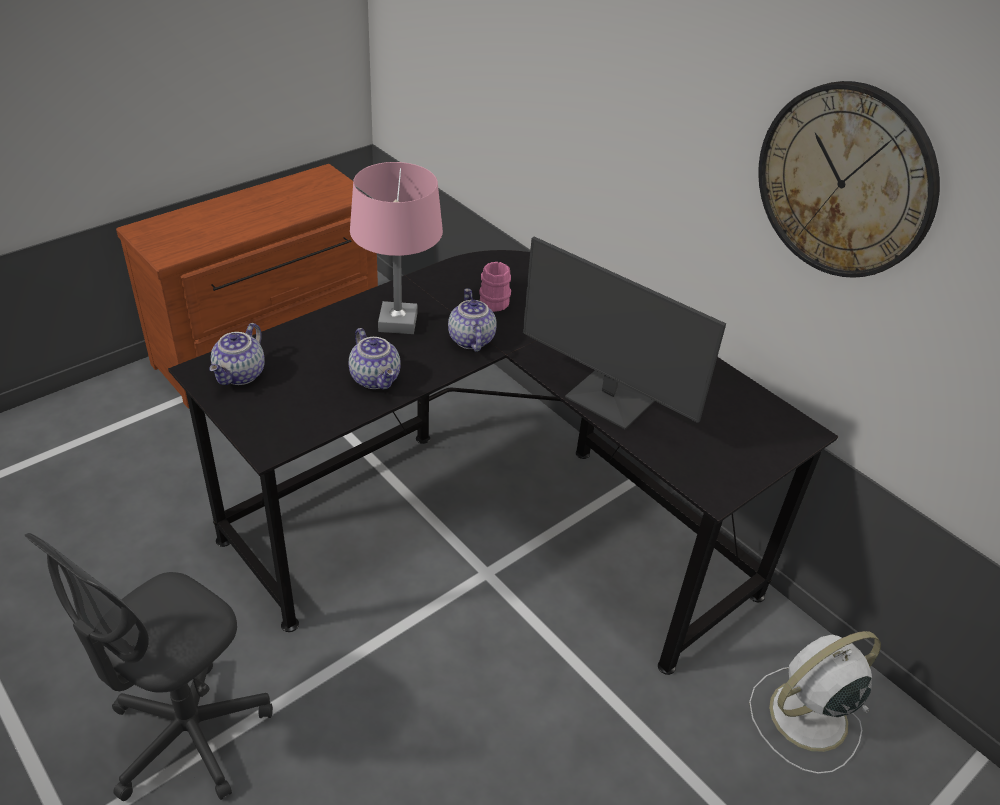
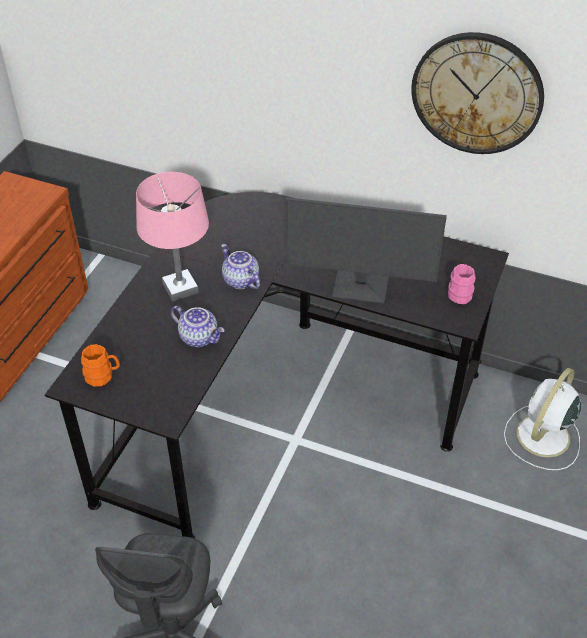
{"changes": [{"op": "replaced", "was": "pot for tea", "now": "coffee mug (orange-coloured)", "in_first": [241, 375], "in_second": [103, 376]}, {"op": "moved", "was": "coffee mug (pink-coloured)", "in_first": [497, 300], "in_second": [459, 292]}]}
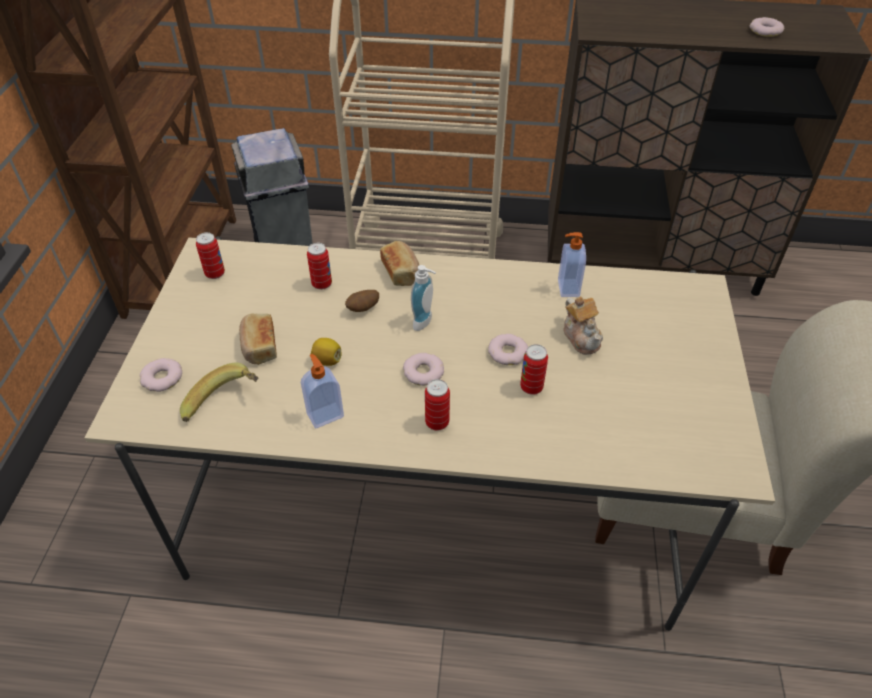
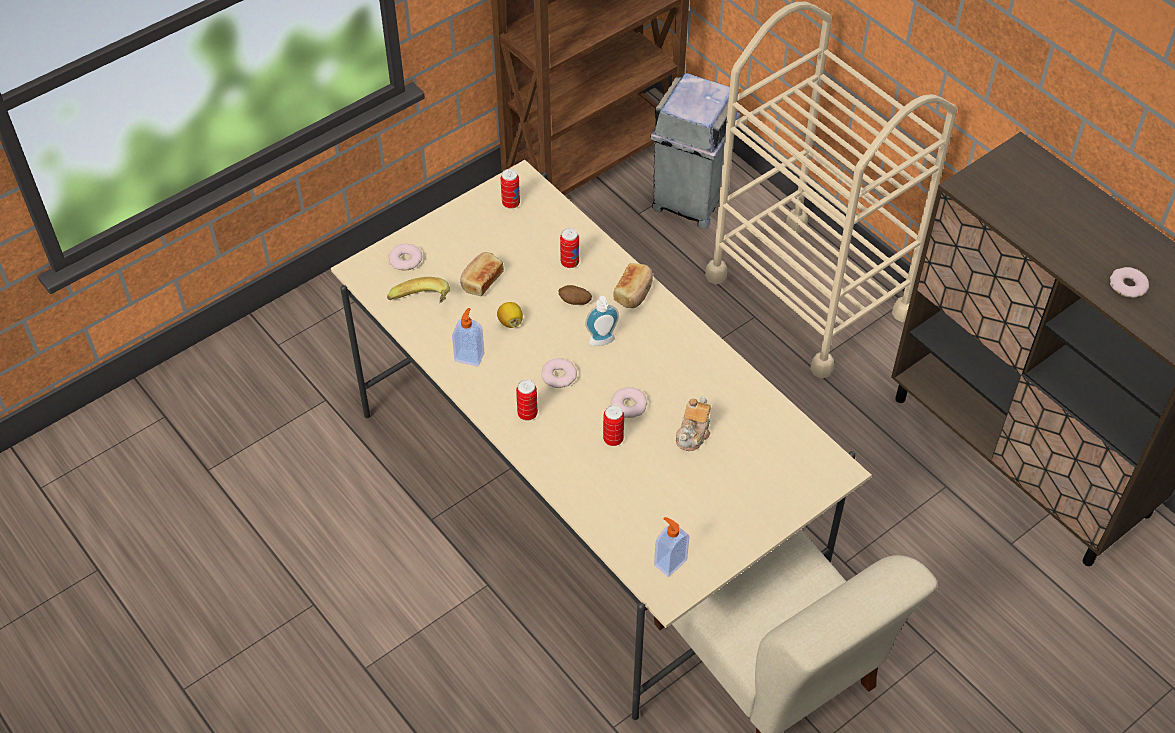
{"changes": [{"op": "moved", "was": "liquid soap bottle", "in_first": [567, 288], "in_second": [669, 562]}]}
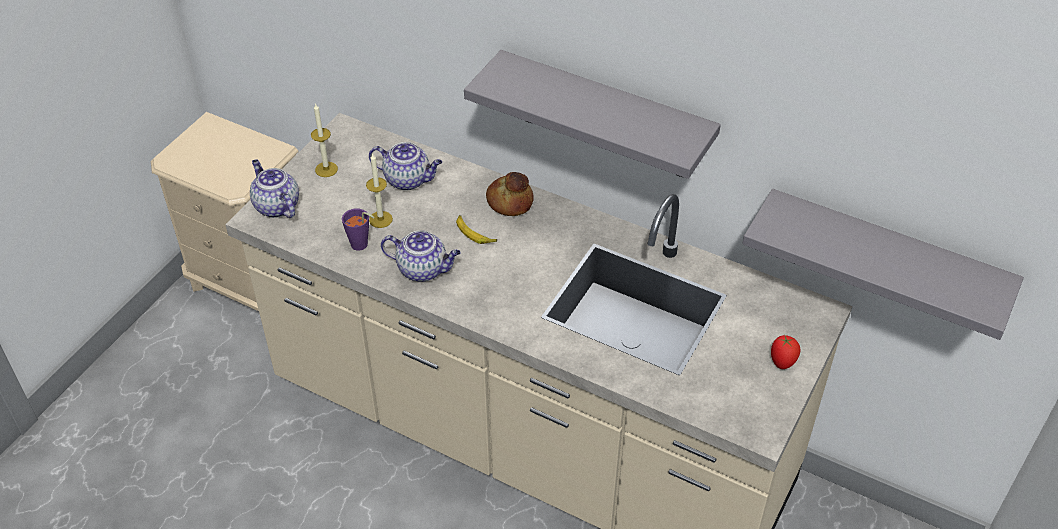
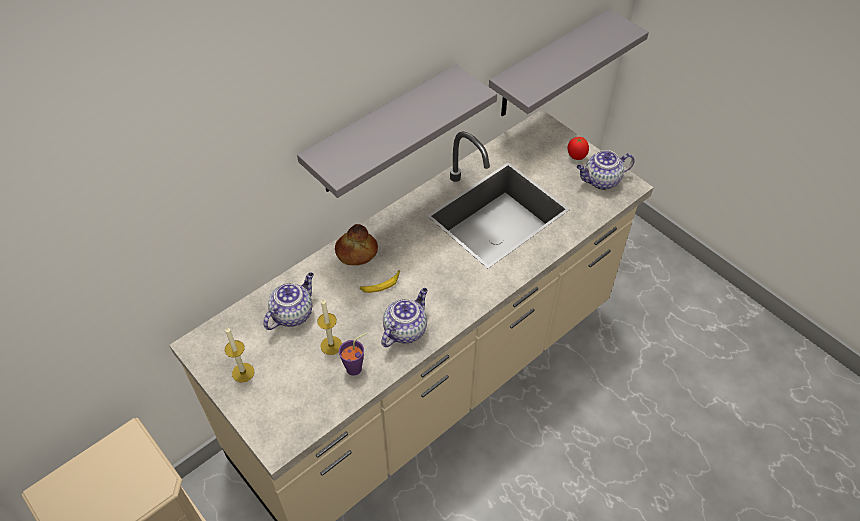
{"changes": [{"op": "moved", "was": "pot for tea", "in_first": [276, 206], "in_second": [601, 181]}]}
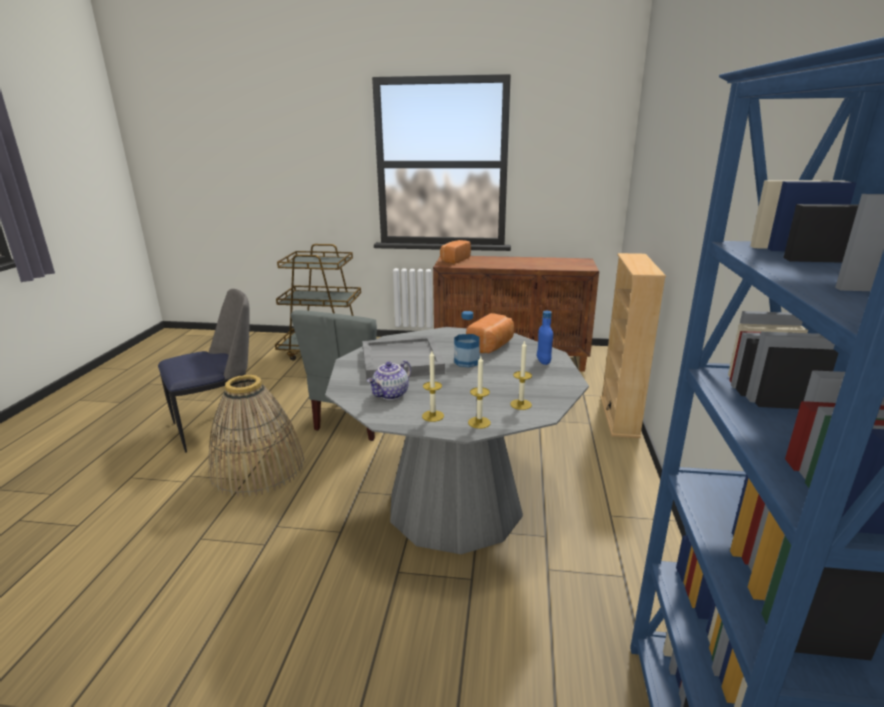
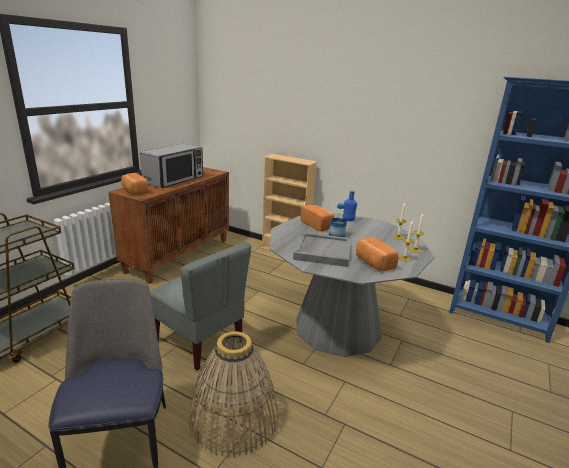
{"changes": [{"op": "added", "now": "microwave oven", "in_second": [174, 180]}, {"op": "replaced", "was": "pot for tea", "now": "baked bread", "in_first": [391, 395], "in_second": [373, 263]}]}
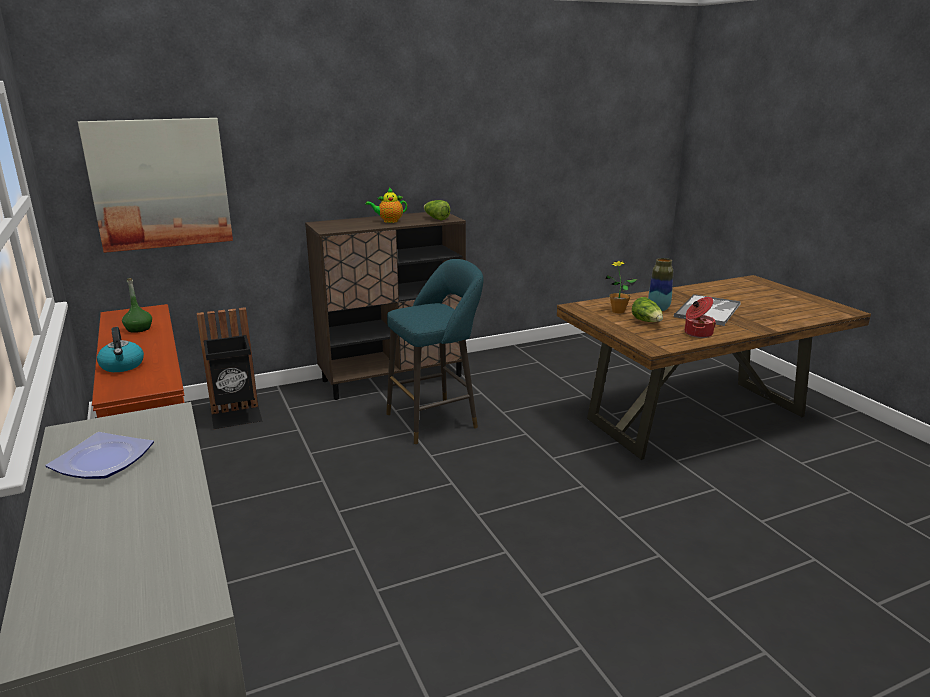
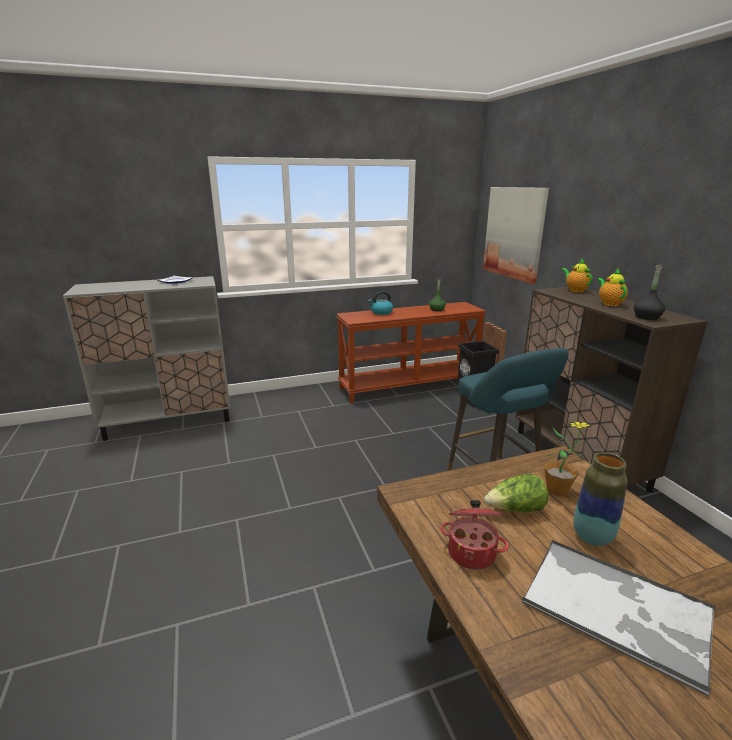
{"changes": [{"op": "added", "now": "pot for tea", "in_second": [575, 290]}, {"op": "replaced", "was": "head of lettuce", "now": "beverage bottle (black)", "in_first": [436, 218], "in_second": [646, 317]}]}
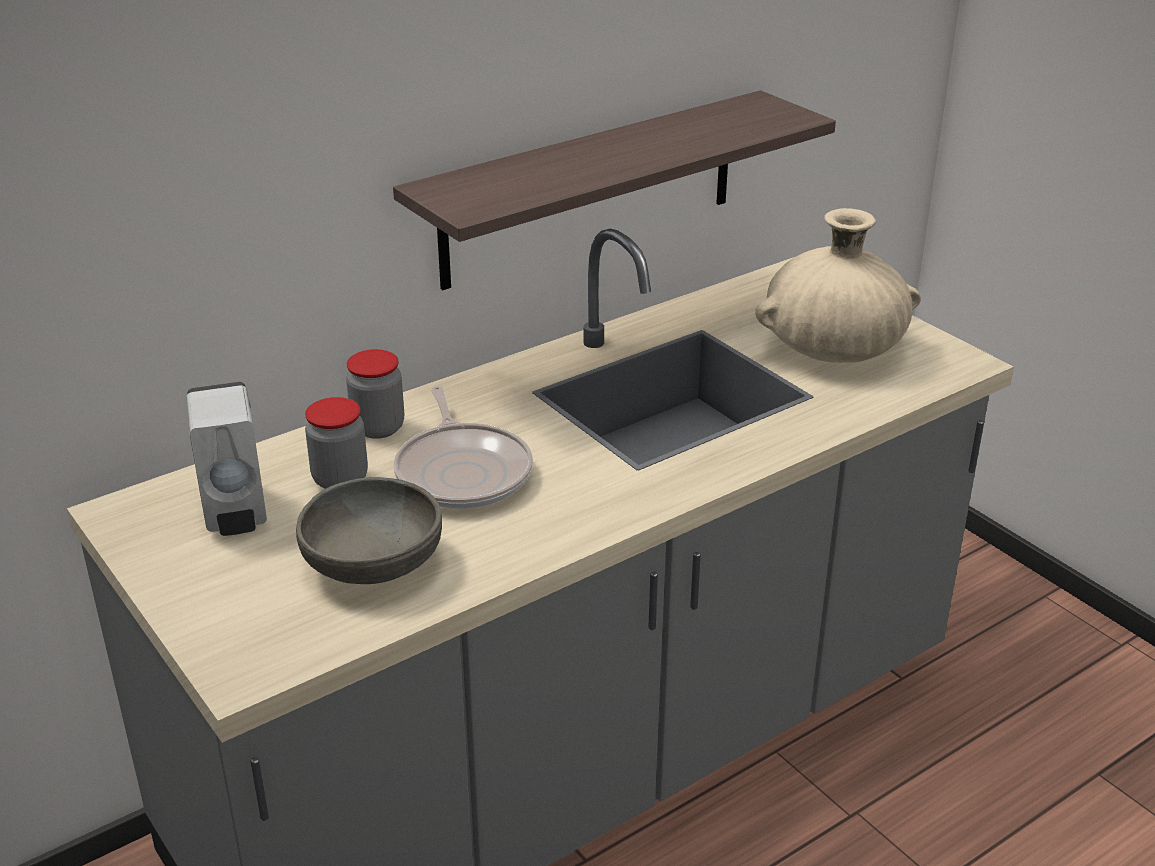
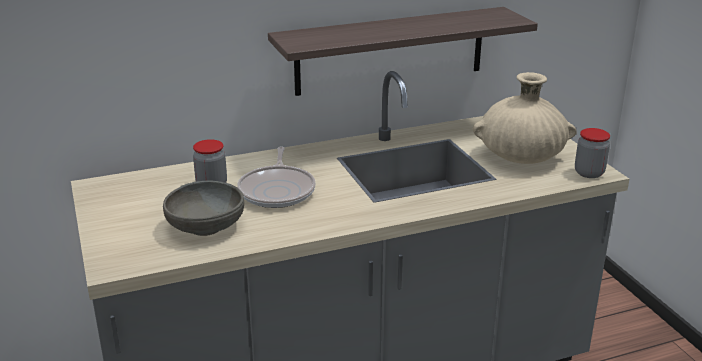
{"changes": [{"op": "moved", "was": "preserve jar", "in_first": [378, 428], "in_second": [589, 173]}, {"op": "removed", "was": "liquid soap bottle (white-coloured)", "in_first": [235, 514]}]}
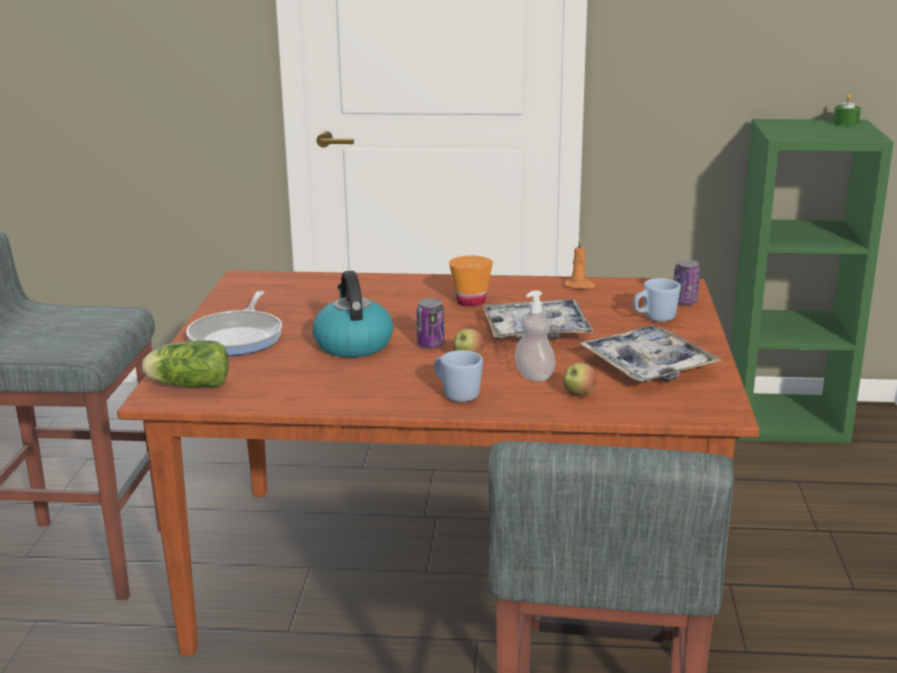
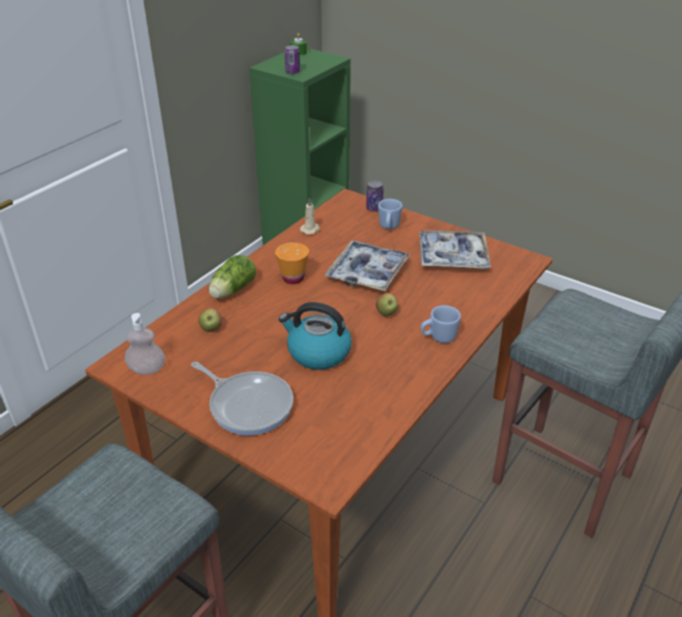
{"changes": [{"op": "moved", "was": "liquid soap bottle", "in_first": [534, 376], "in_second": [147, 369]}, {"op": "moved", "was": "apple fruit", "in_first": [578, 394], "in_second": [211, 329]}, {"op": "moved", "was": "head of lettuce", "in_first": [187, 385], "in_second": [231, 290]}, {"op": "moved", "was": "metal can", "in_first": [430, 345], "in_second": [292, 72]}, {"op": "recoloured", "was": "candle (orange-coloured)", "now": "candle (beige)", "in_first": [580, 285], "in_second": [310, 229]}]}
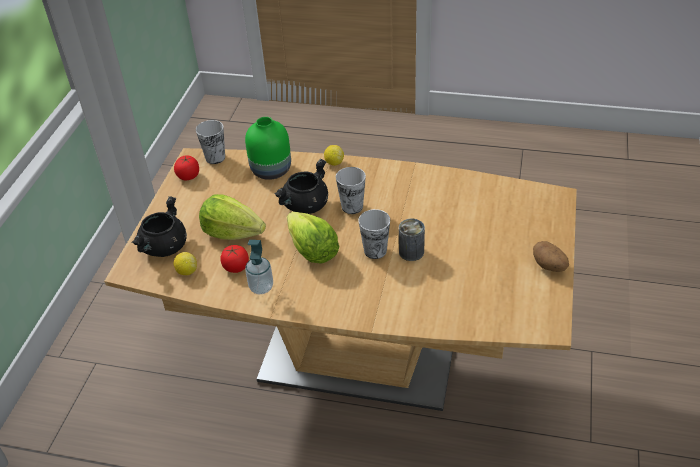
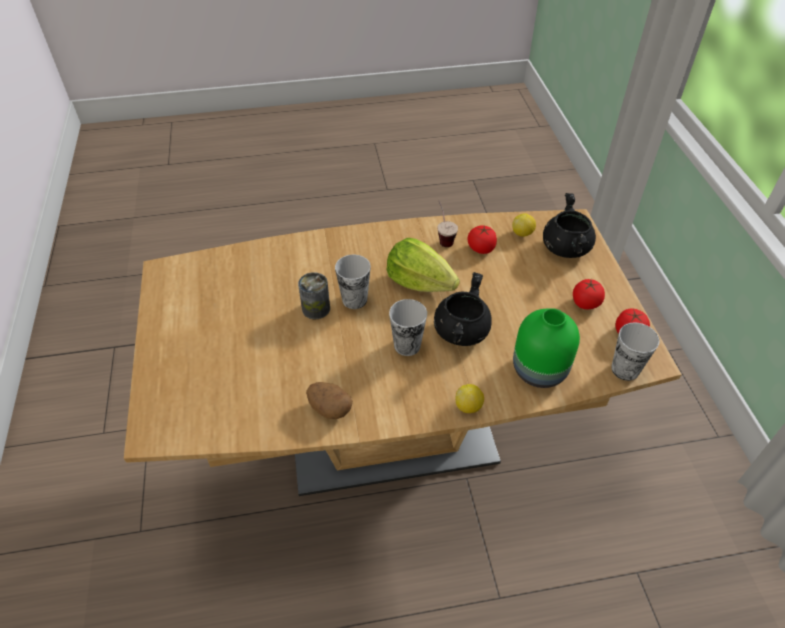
{"changes": [{"op": "moved", "was": "whole potato", "in_first": [549, 266], "in_second": [330, 408]}, {"op": "replaced", "was": "liquid soap bottle", "now": "small cup", "in_first": [261, 287], "in_second": [443, 237]}, {"op": "added", "now": "tomato", "in_second": [585, 303]}, {"op": "removed", "was": "head of lettuce", "in_first": [232, 233]}]}
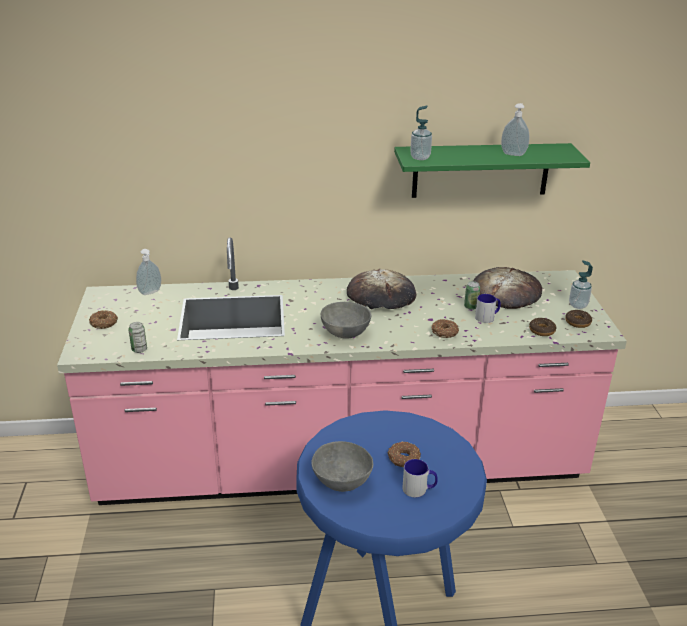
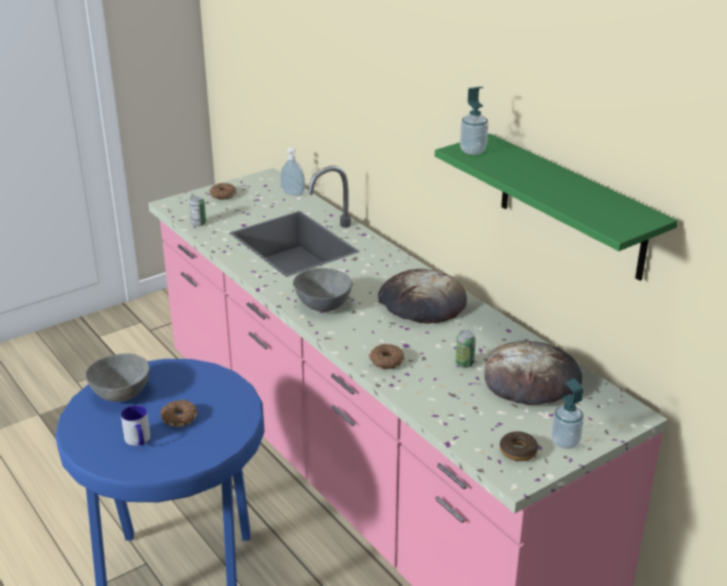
{"changes": [{"op": "removed", "was": "coffee mug", "in_first": [487, 317]}, {"op": "removed", "was": "liquid soap bottle", "in_first": [513, 154]}, {"op": "removed", "was": "ring doughnut", "in_first": [542, 330]}]}
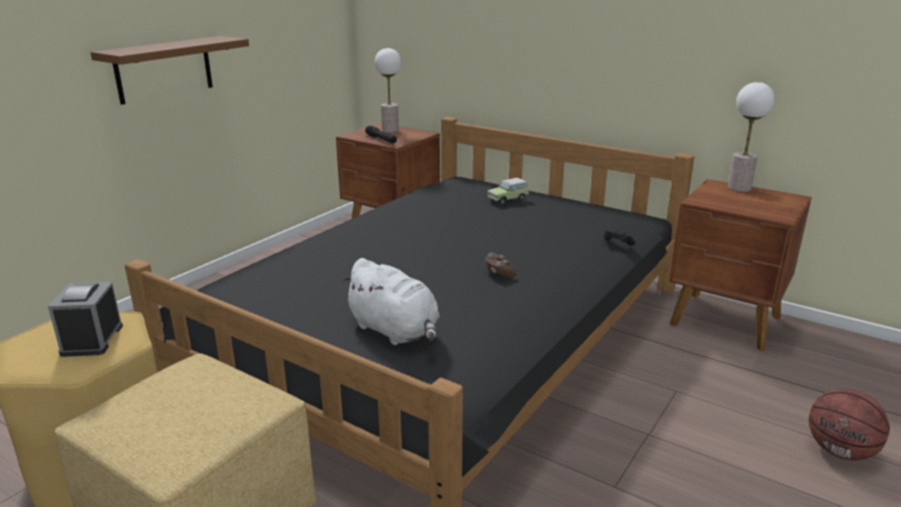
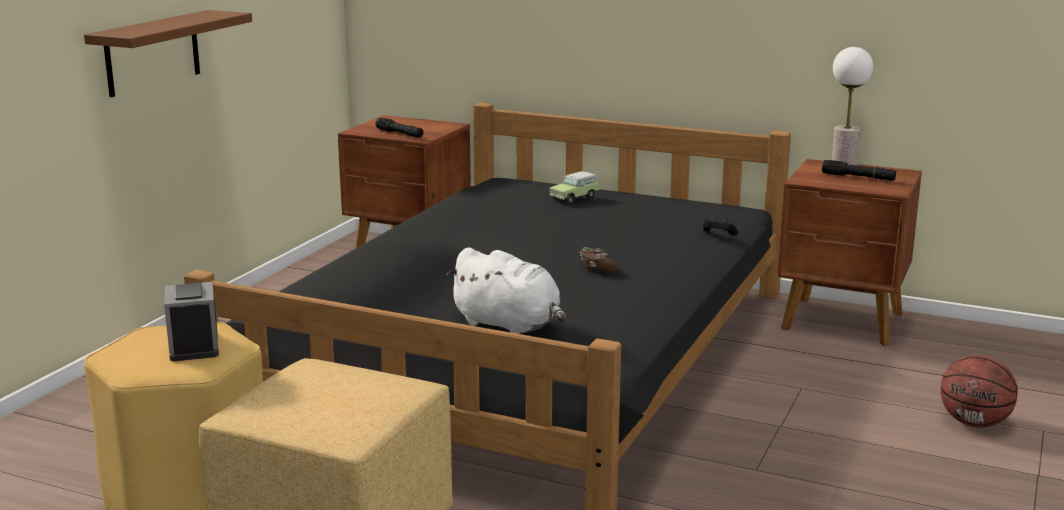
{"changes": [{"op": "added", "now": "flashlight (black)", "in_second": [858, 177]}, {"op": "removed", "was": "lamp for a table", "in_first": [390, 131]}]}
